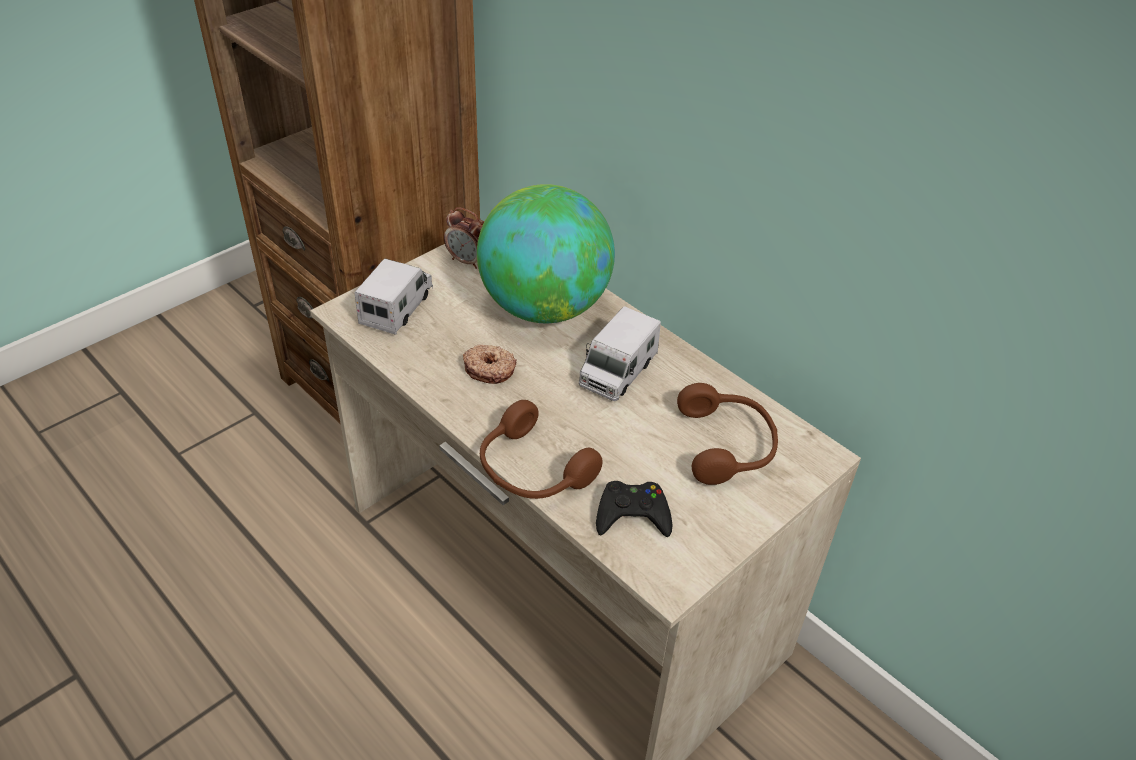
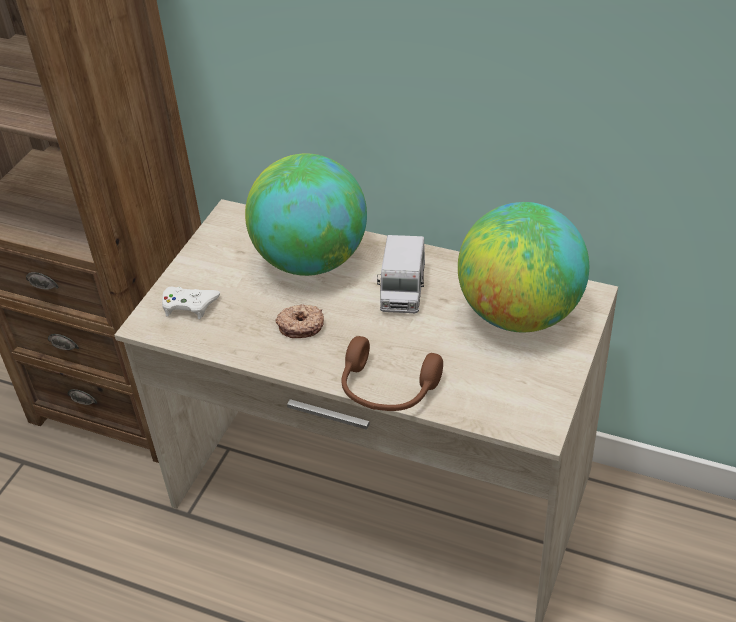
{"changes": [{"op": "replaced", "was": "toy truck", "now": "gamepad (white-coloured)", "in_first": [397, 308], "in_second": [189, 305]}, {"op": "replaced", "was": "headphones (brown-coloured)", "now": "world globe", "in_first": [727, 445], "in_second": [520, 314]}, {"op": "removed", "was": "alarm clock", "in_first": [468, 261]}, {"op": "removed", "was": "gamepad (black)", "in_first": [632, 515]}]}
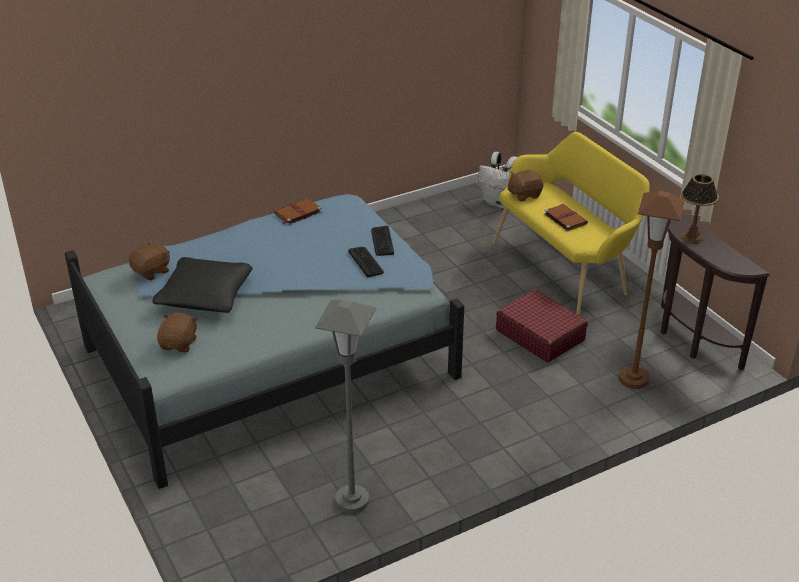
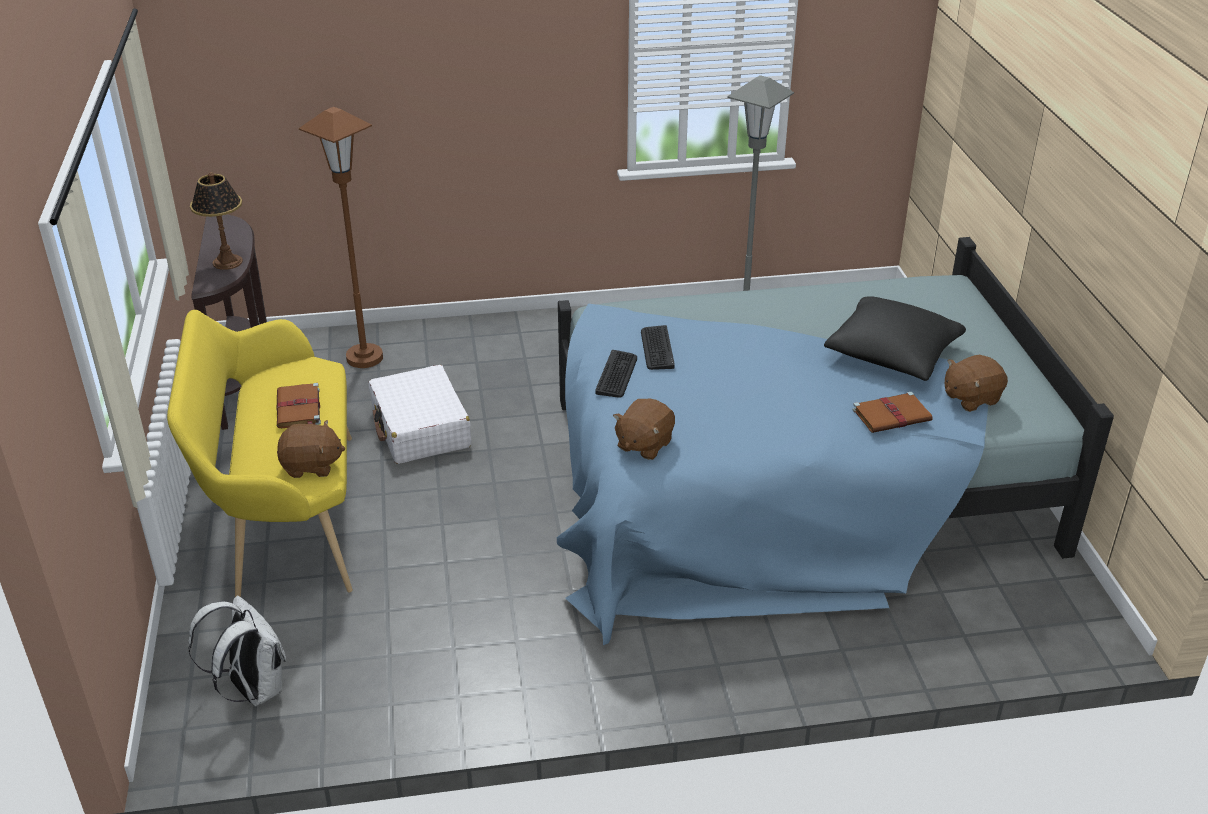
{"changes": [{"op": "recoloured", "was": "piece of luggage (red)", "now": "piece of luggage (white-coloured)", "in_first": [540, 335], "in_second": [420, 428]}, {"op": "moved", "was": "cuddly toy (brown-coloured)", "in_first": [179, 344], "in_second": [644, 444]}, {"op": "moved", "was": "book (brown-coloured)", "in_first": [297, 213], "in_second": [893, 415]}]}
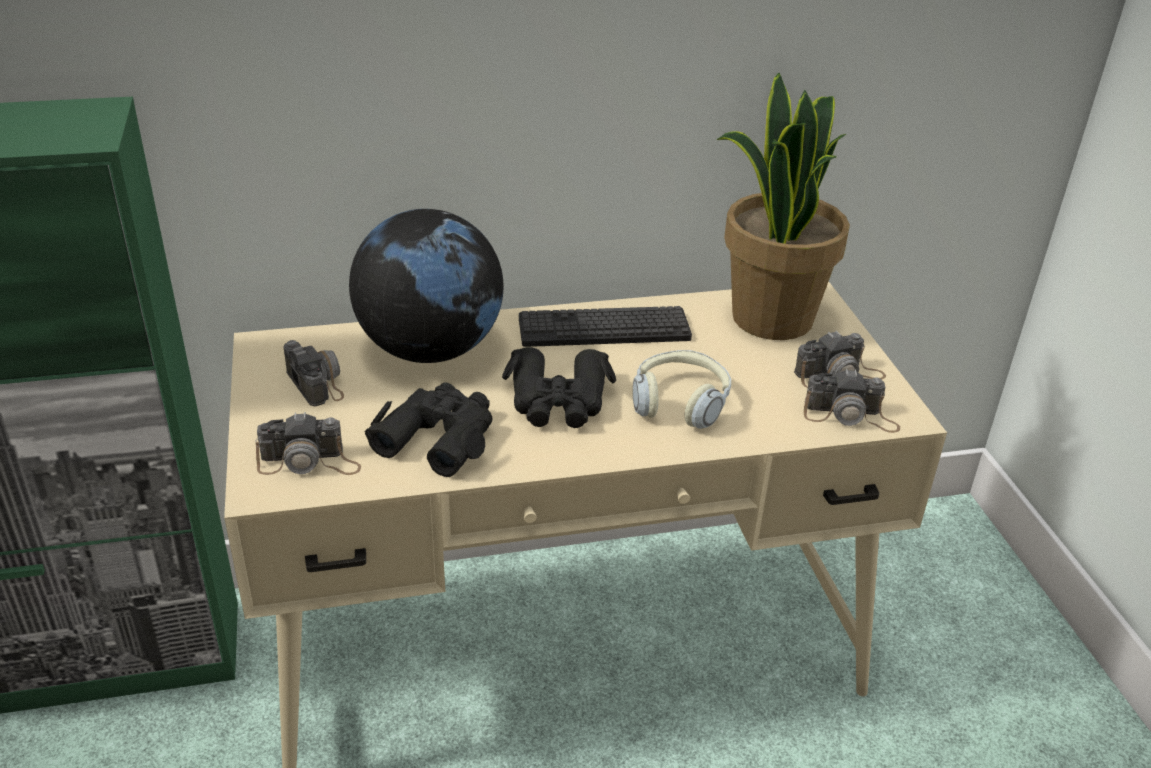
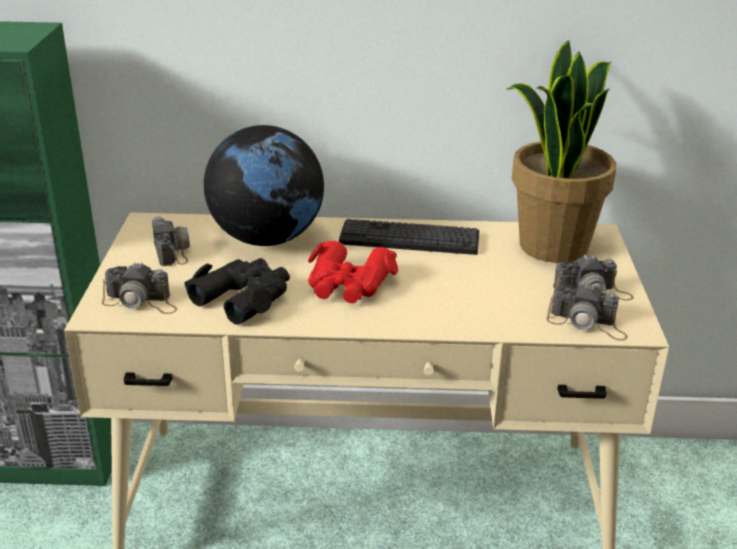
{"changes": [{"op": "recoloured", "was": "pair of binoculars (black)", "now": "pair of binoculars (red)", "in_first": [558, 401], "in_second": [348, 284]}, {"op": "removed", "was": "headphones", "in_first": [680, 401]}]}
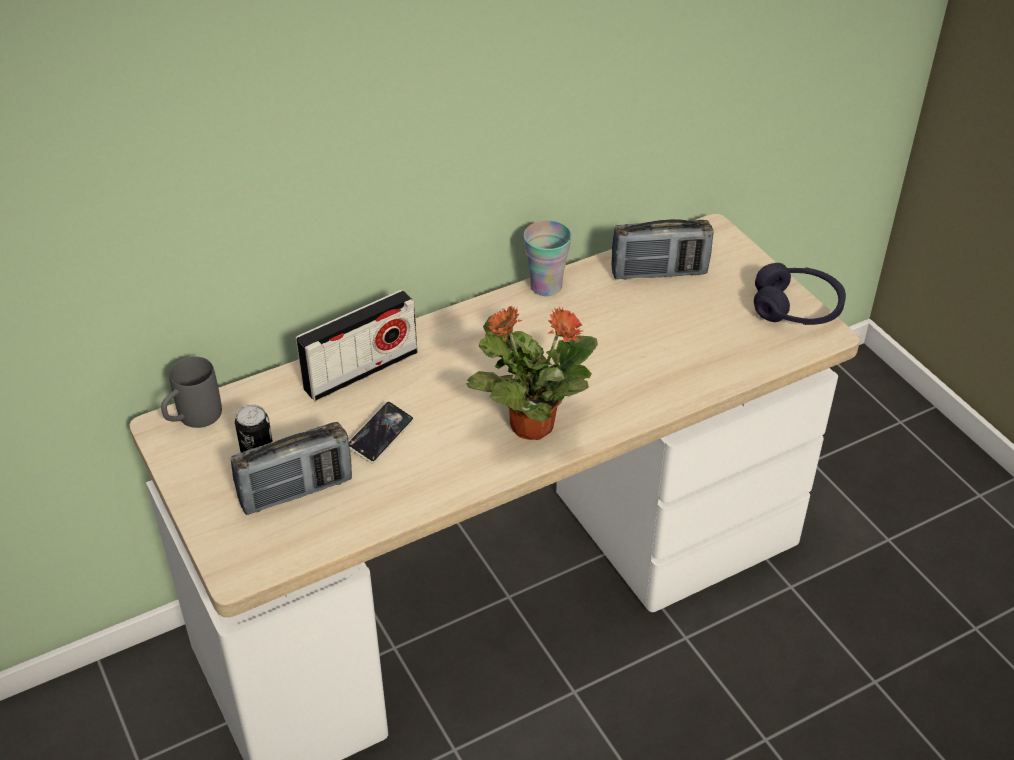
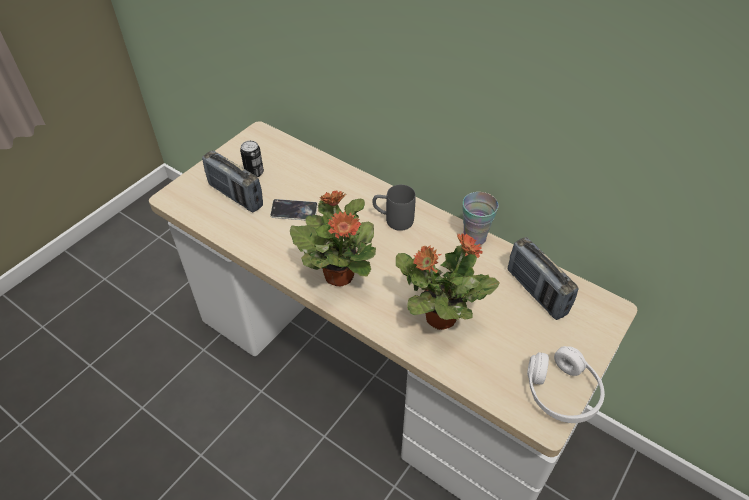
{"changes": [{"op": "moved", "was": "coffee mug (greyish)", "in_first": [192, 419], "in_second": [393, 220]}, {"op": "added", "now": "plant in a pot", "in_second": [439, 317]}, {"op": "recoloured", "was": "headphones (purple)", "now": "headphones (white-coloured)", "in_first": [796, 308], "in_second": [561, 392]}, {"op": "removed", "was": "radio receiver", "in_first": [361, 370]}]}
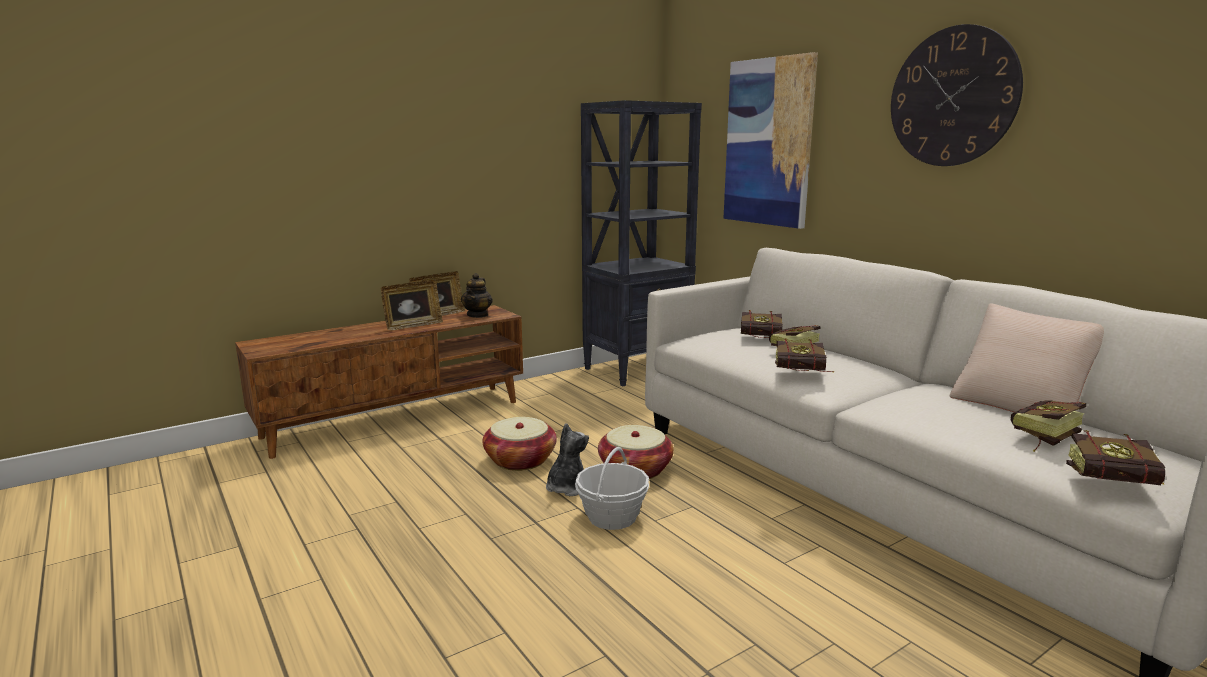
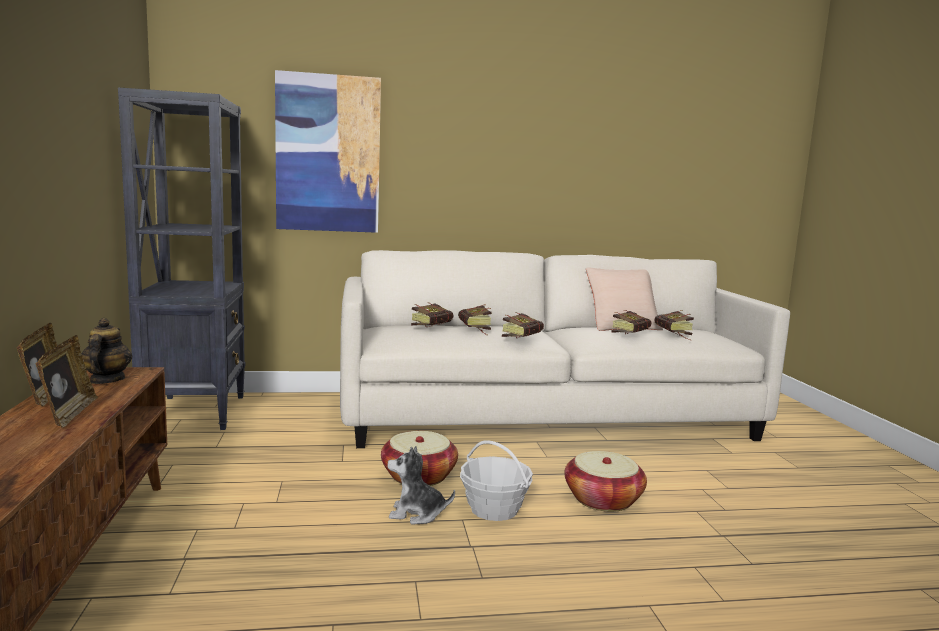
{"changes": [{"op": "turned", "was": "pot for tea", "in_first": [478, 315], "in_second": [106, 380], "clockwise": -135}, {"op": "turned", "was": "cuddly toy", "in_first": [566, 487], "in_second": [416, 514], "clockwise": -45}, {"op": "moved", "was": "household basket", "in_first": [520, 460], "in_second": [602, 499]}, {"op": "moved", "was": "book", "in_first": [1119, 484], "in_second": [632, 335]}, {"op": "removed", "was": "wall clock", "in_first": [953, 97]}]}
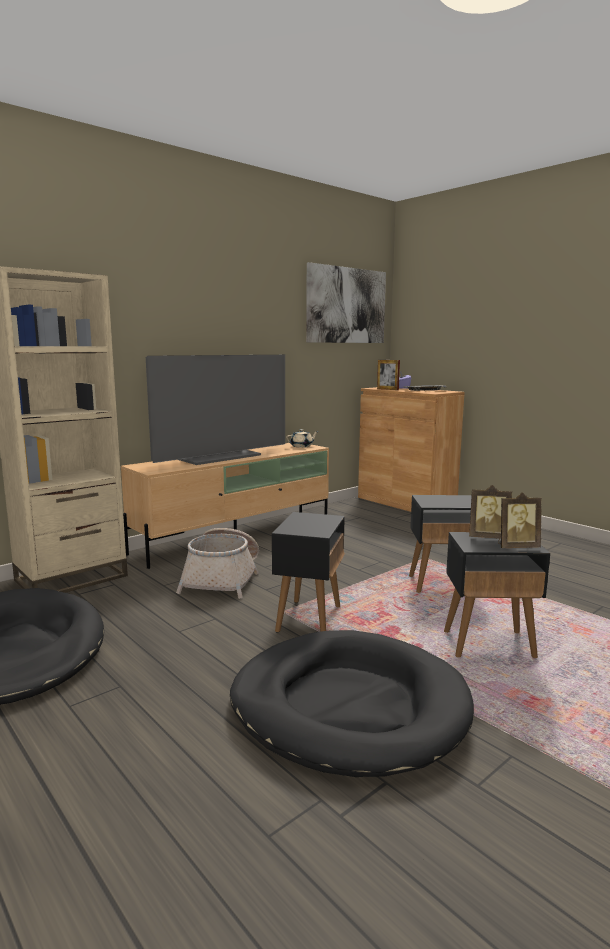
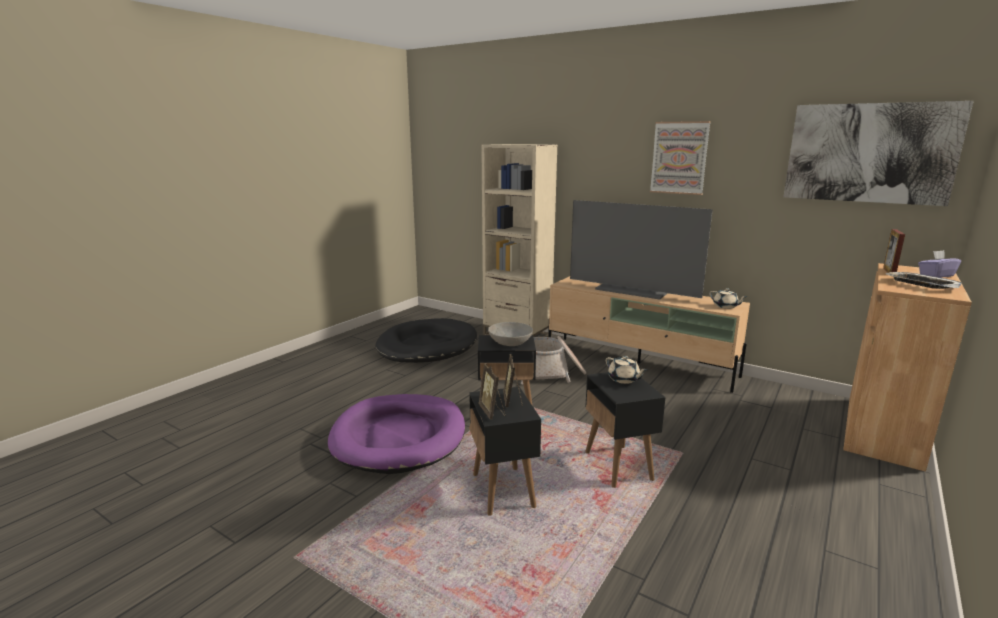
{"changes": [{"op": "recoloured", "was": "dog cushion (black)", "now": "dog cushion (purple)", "in_first": [348, 706], "in_second": [399, 437]}, {"op": "added", "now": "deep dish (greyish)", "in_second": [510, 343]}, {"op": "added", "now": "pot for tea (beige)", "in_second": [624, 379]}, {"op": "added", "now": "wall picture", "in_second": [679, 158]}]}
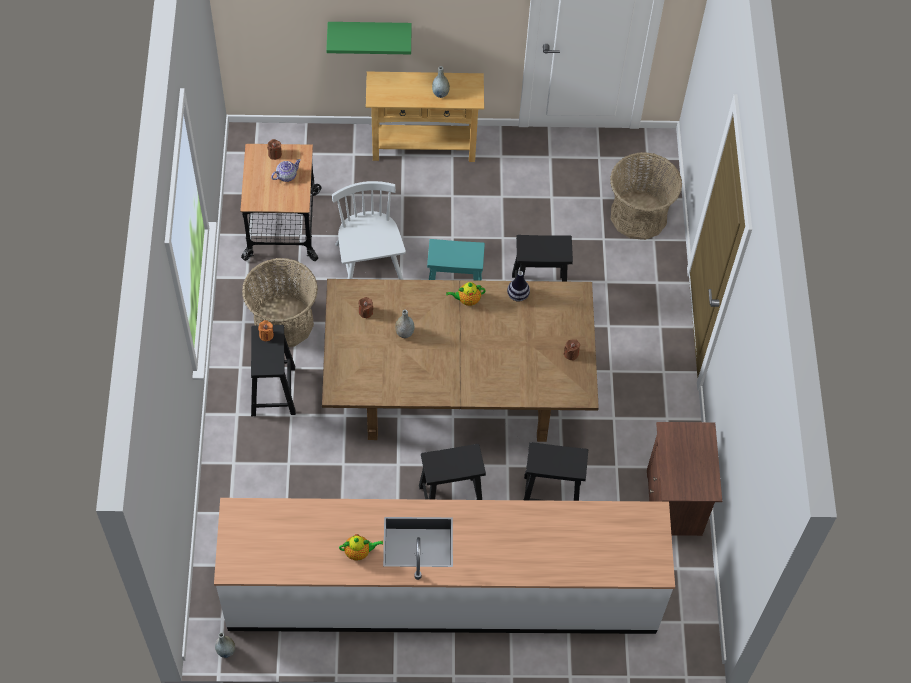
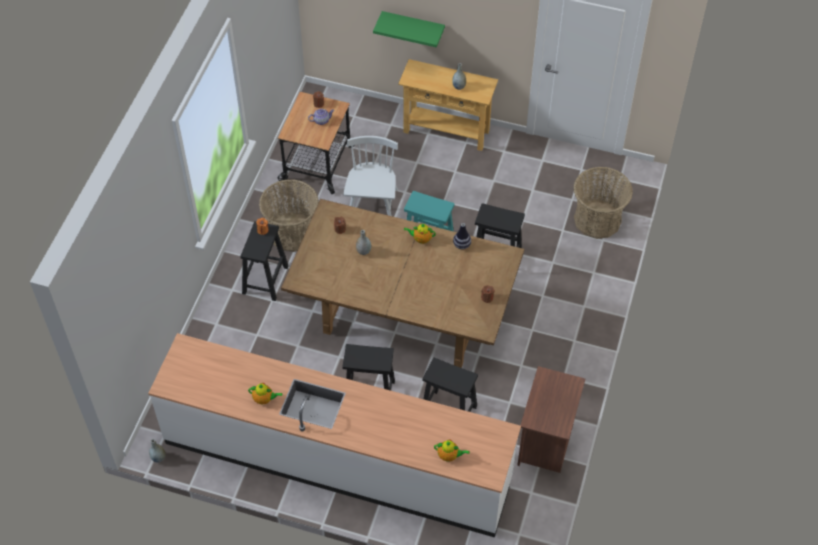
{"changes": [{"op": "added", "now": "pot for tea", "in_second": [449, 456]}]}
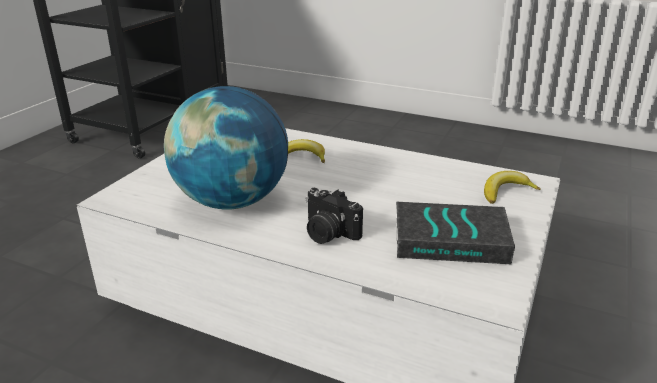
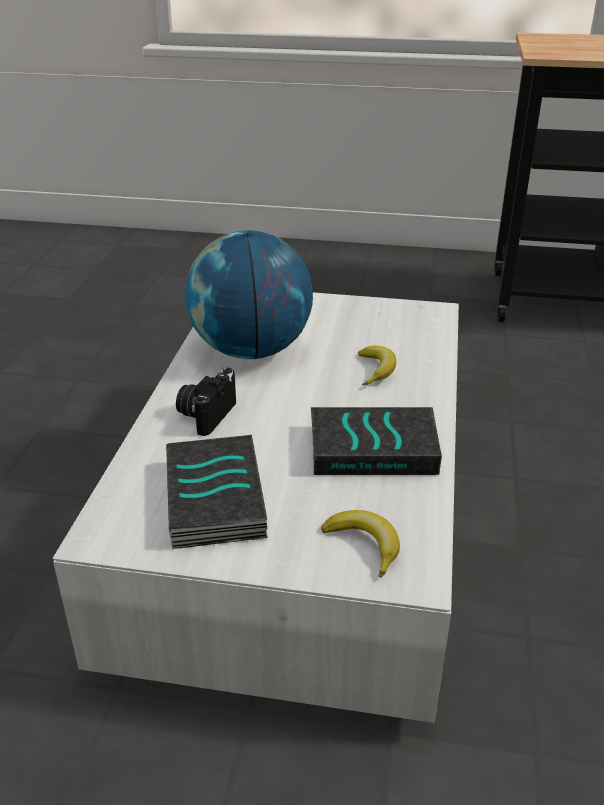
{"changes": [{"op": "added", "now": "book", "in_second": [374, 448]}]}
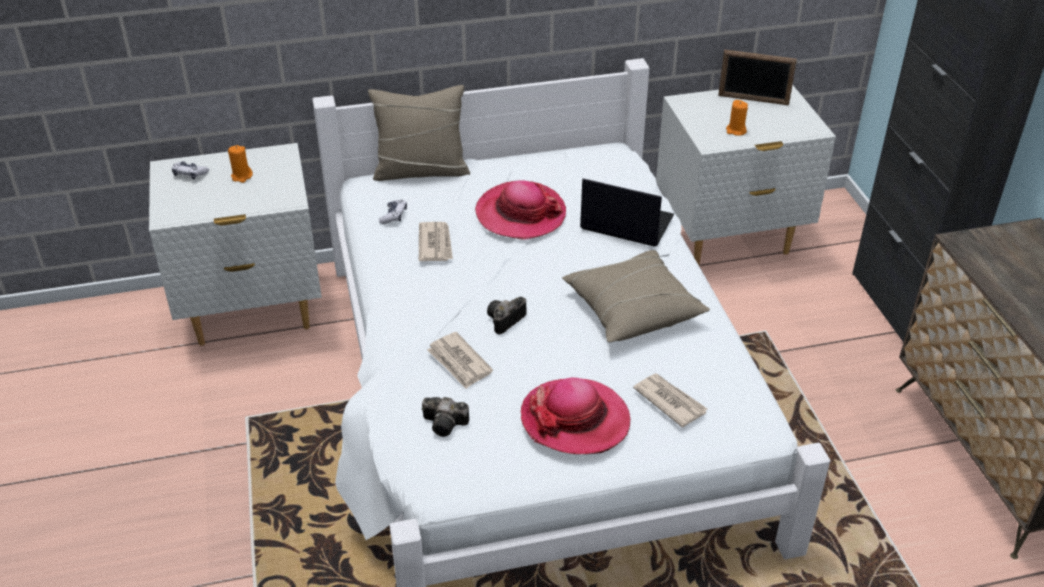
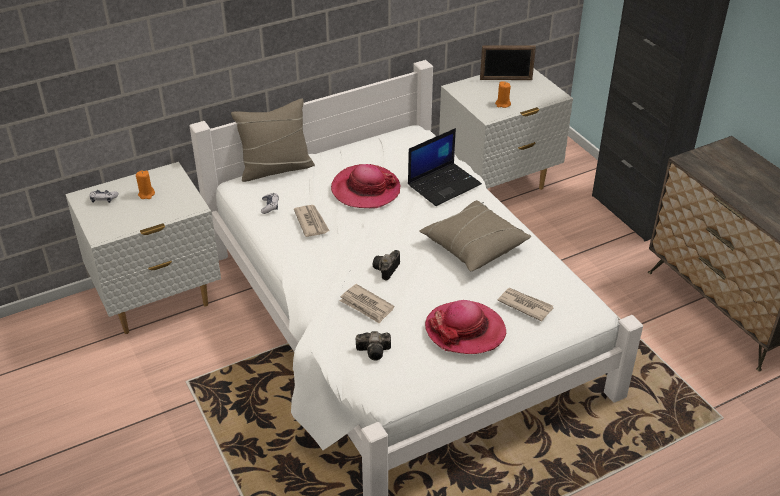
{"changes": [{"op": "turned", "was": "portable computer", "in_first": [625, 223], "in_second": [444, 184], "clockwise": 135}]}
